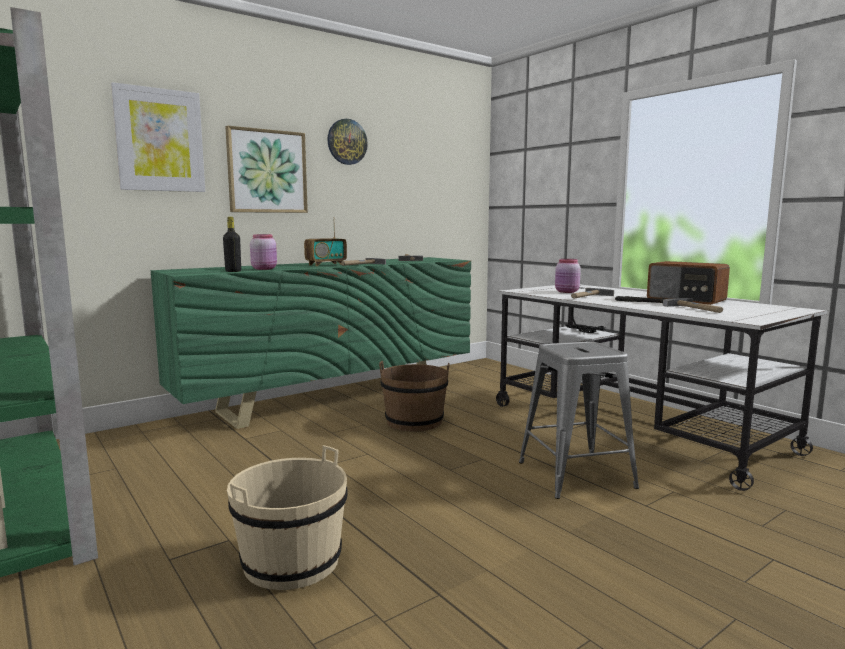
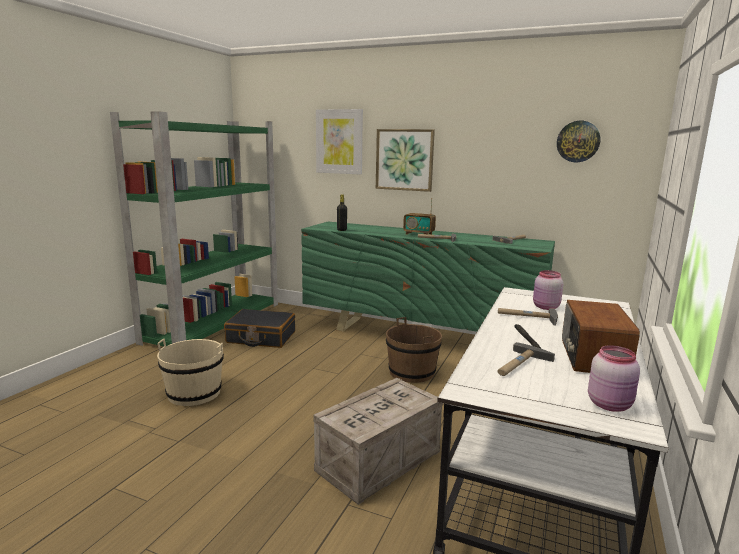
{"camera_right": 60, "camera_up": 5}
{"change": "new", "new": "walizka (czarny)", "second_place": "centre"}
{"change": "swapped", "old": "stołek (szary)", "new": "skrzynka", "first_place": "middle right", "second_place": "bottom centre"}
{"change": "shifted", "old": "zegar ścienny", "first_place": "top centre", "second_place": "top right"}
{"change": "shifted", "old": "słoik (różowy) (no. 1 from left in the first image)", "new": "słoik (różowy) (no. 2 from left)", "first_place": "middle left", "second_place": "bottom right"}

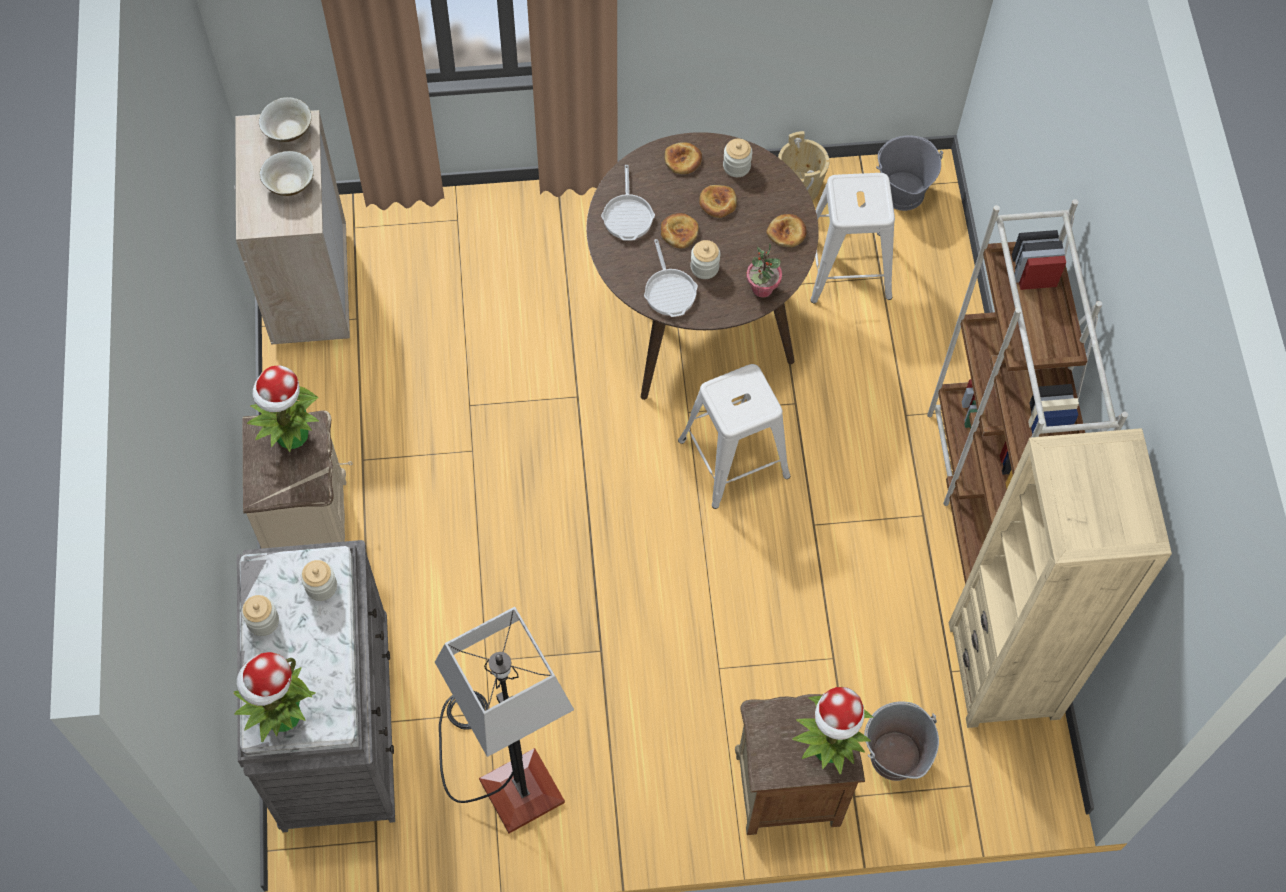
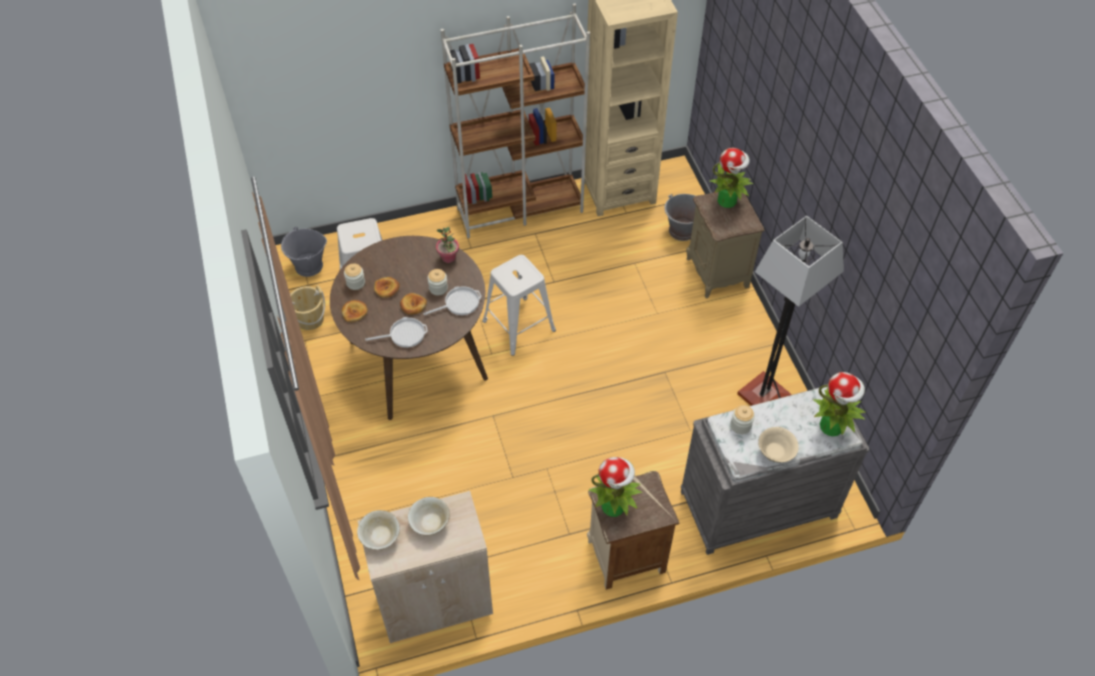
{"camera_right": -100, "camera_up": -10}
{"change": "swapped", "old": "słoik (no. 1 from left)", "new": "miska (beżowy) (no. 3 from left)", "first_place": "bottom left", "second_place": "middle right"}
{"change": "gone", "old": "chleb (no. 4 from left)", "first_place": "top centre"}

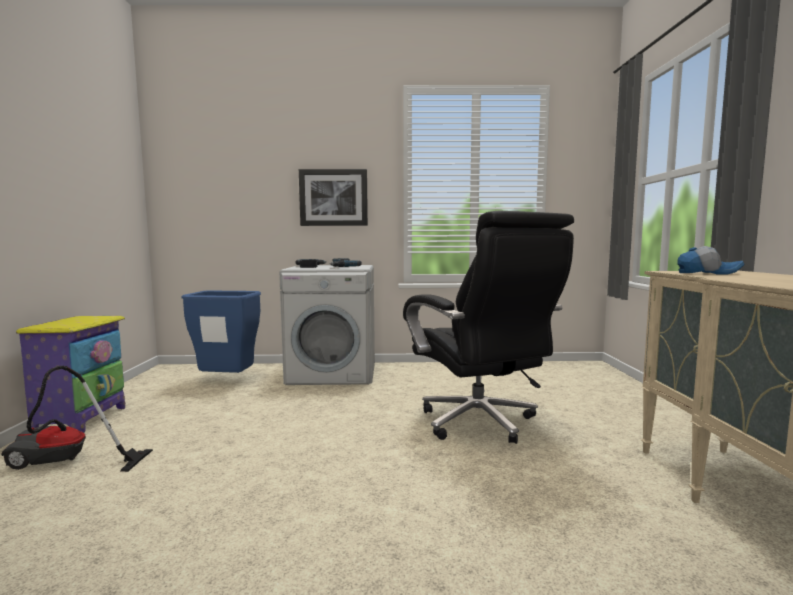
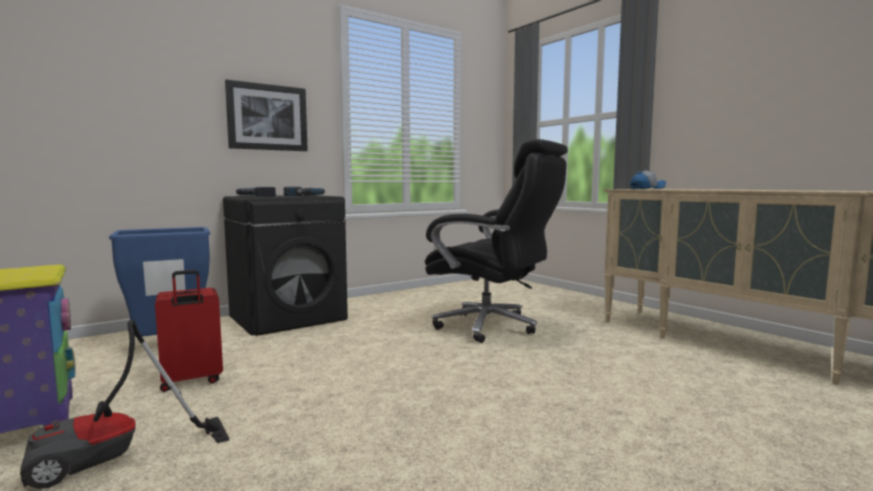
{"camera_right": -35, "camera_up": 0}
{"change": "new", "new": "walizka (czerwony)", "second_place": "bottom left"}
{"change": "repainted", "old": "pralka (biały)", "new": "pralka (czarny)", "first_place": "centre", "second_place": "middle left"}

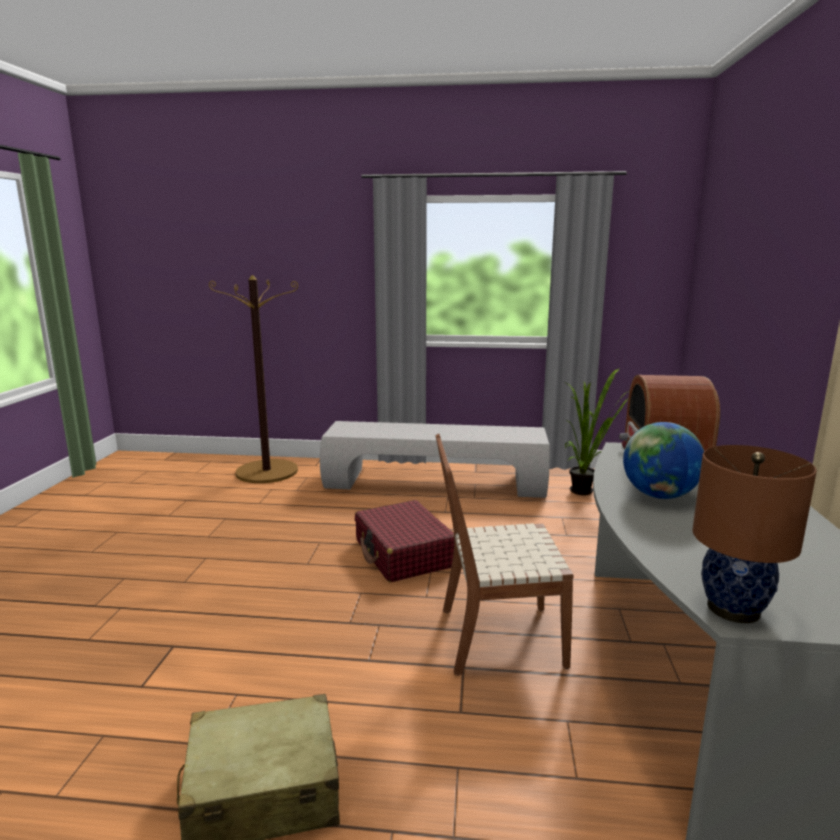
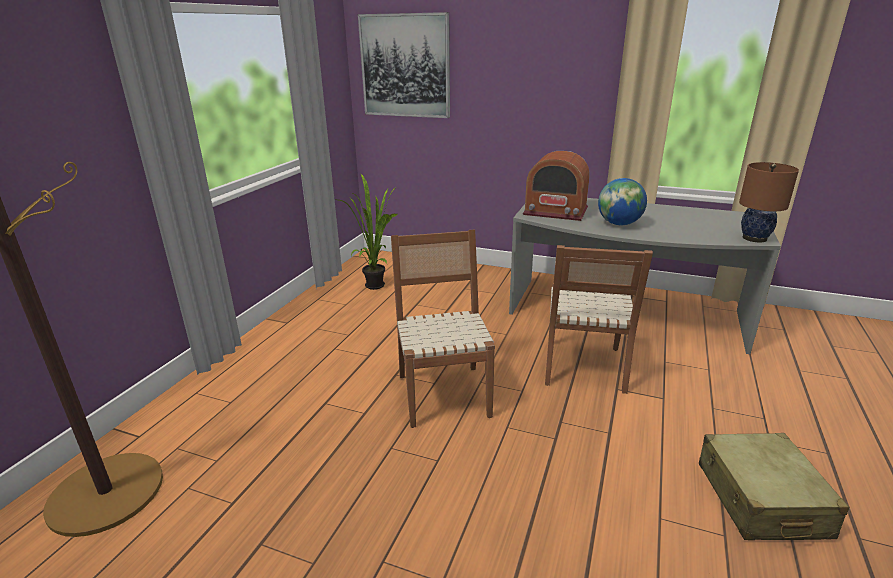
{"camera_right": -75, "camera_up": 10}
{"change": "new", "new": "obraz", "second_place": "top centre"}
{"change": "swapped", "old": "walizka (czerwony)", "new": "krzesło (no. 1 from left)", "first_place": "centre", "second_place": "centre"}
{"change": "gone", "old": "ławka (szary)", "first_place": "centre"}

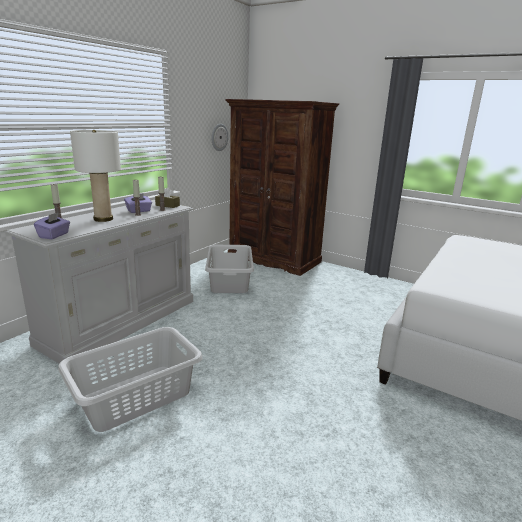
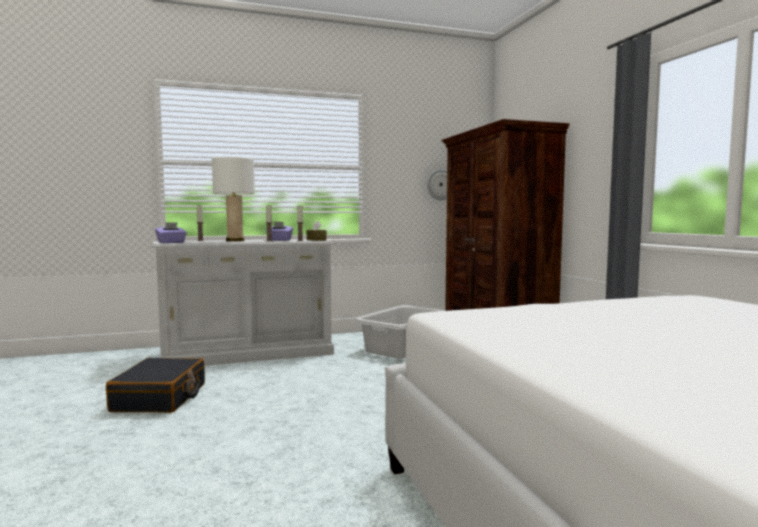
{"camera_right": 40, "camera_up": -15}
{"change": "swapped", "old": "kosz na pranie (szary) (no. 1 from left)", "new": "walizka (czarny)", "first_place": "bottom left", "second_place": "bottom left"}

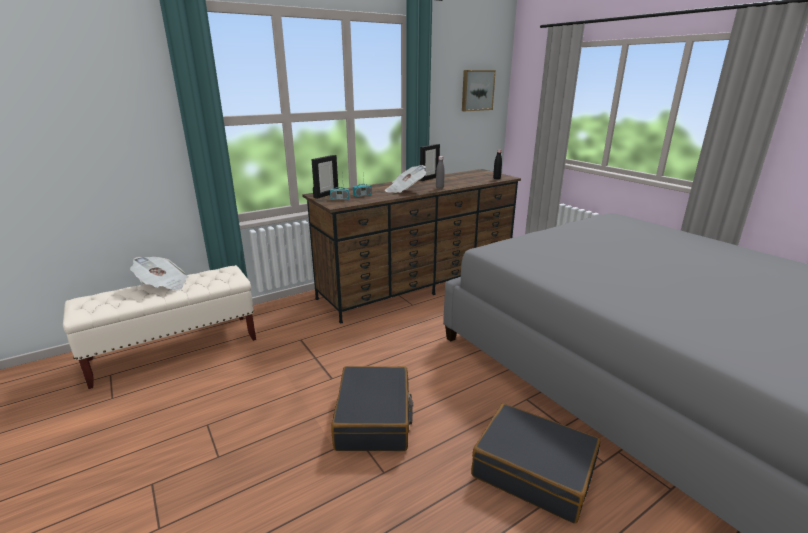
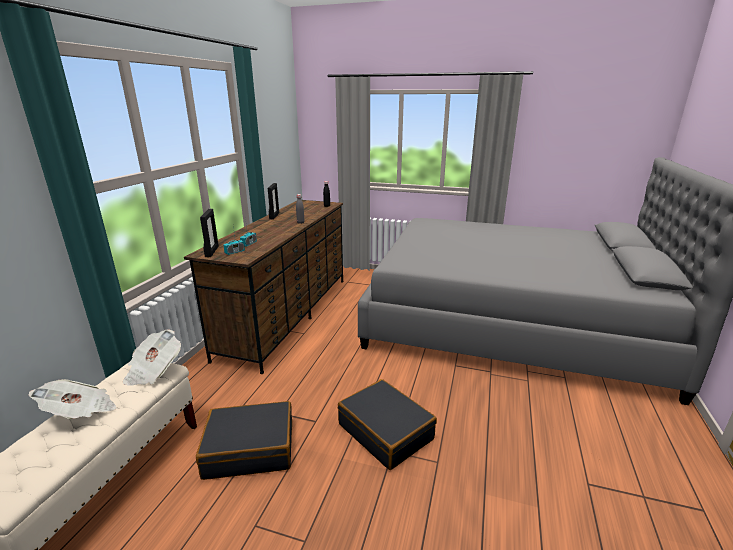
{"camera_right": -40, "camera_up": 0}
{"change": "shifted", "old": "gazeta (no. 2 from left)", "first_place": "centre", "second_place": "middle left"}
{"change": "shifted", "old": "walizka (czarny) (no. 2 from left in the first image)", "new": "walizka (czarny) (no. 1 from left)", "first_place": "bottom centre", "second_place": "bottom left"}
{"change": "gone", "old": "obraz", "first_place": "top centre"}

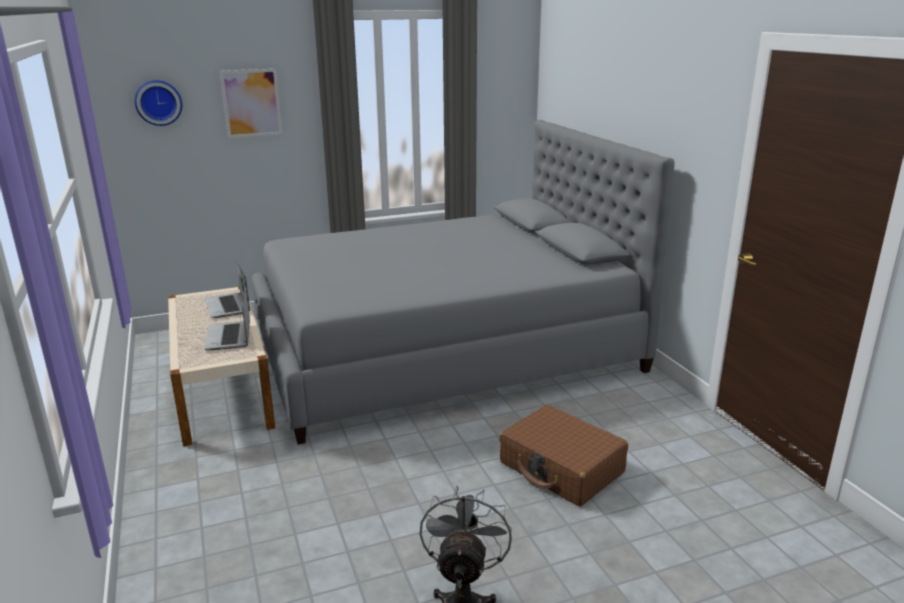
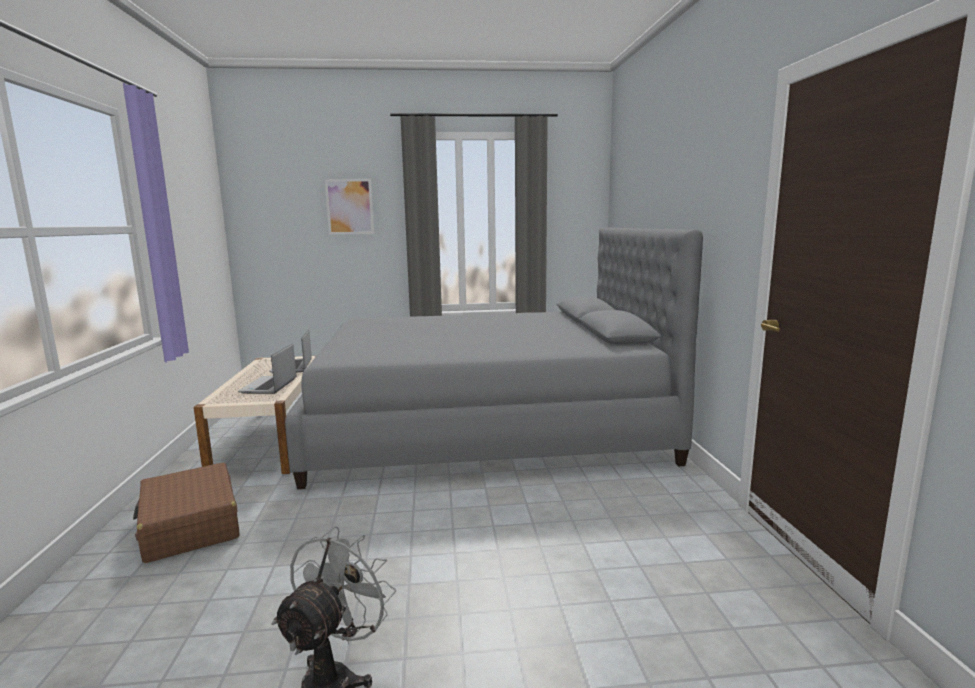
{"camera_right": 15, "camera_up": -10}
{"change": "shifted", "old": "walizka (brązowy)", "first_place": "bottom centre", "second_place": "bottom left"}
{"change": "gone", "old": "zegar ścienny", "first_place": "top left"}

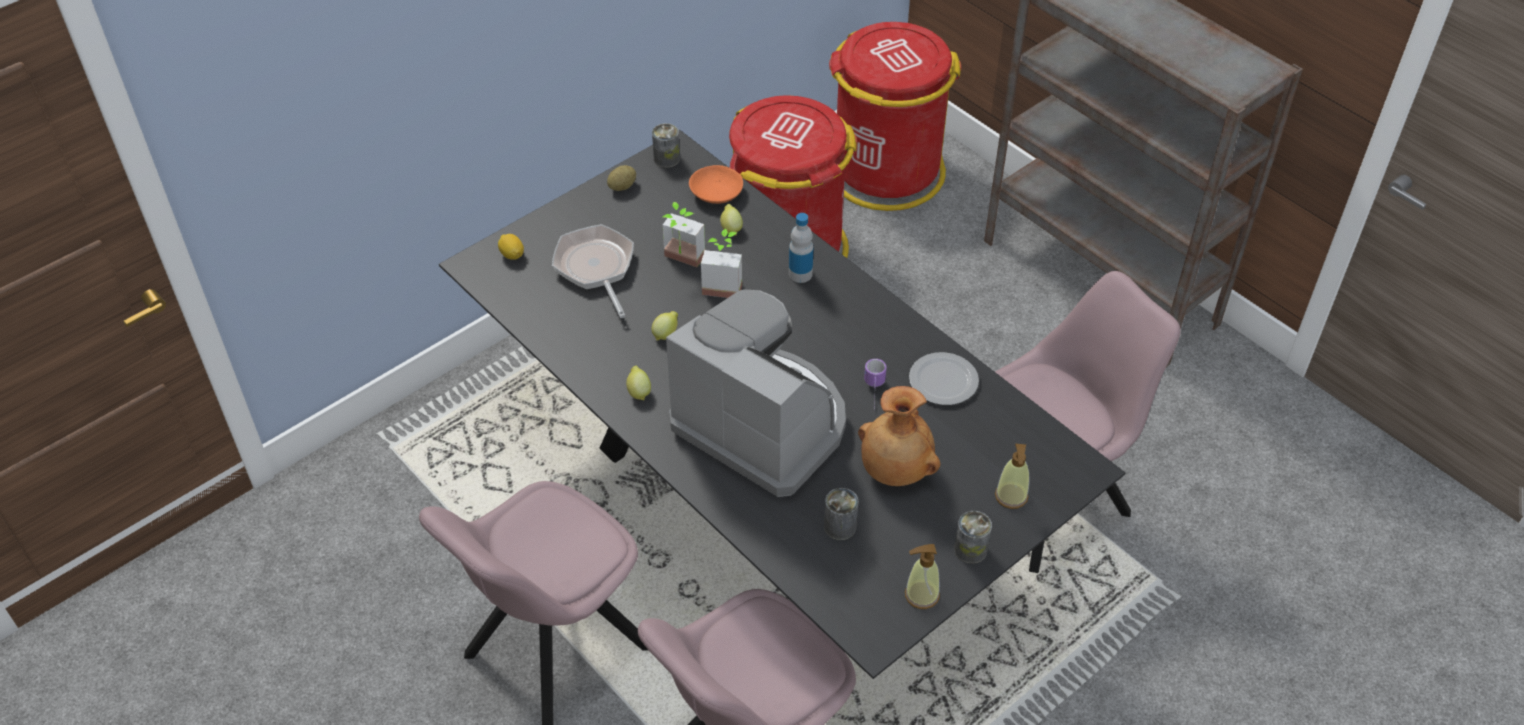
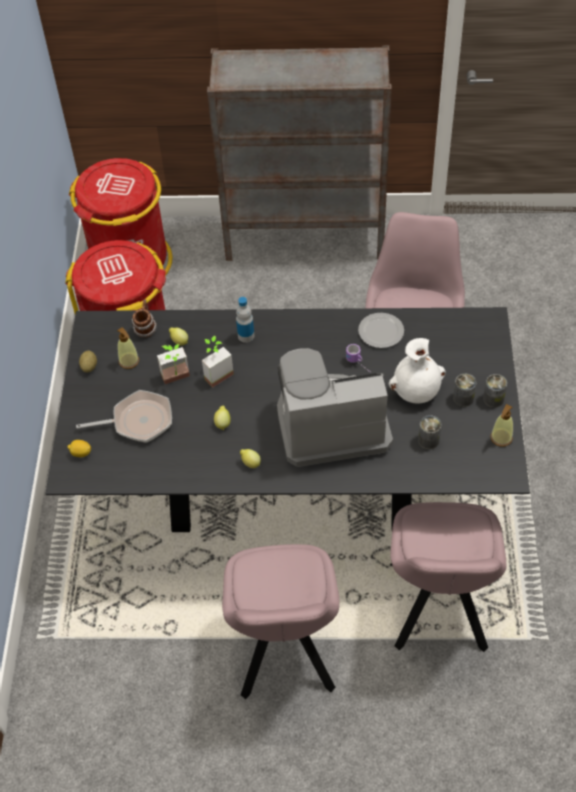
{"camera_right": -45, "camera_up": 5}
{"change": "rotated", "old": "patelnia", "first_place": "centre", "second_place": "middle left", "degrees": 150}
{"change": "shifted", "old": "dozownik mydła (no. 2 from left in the first image)", "new": "dozownik mydła (no. 1 from left)", "first_place": "centre", "second_place": "middle left"}
{"change": "swapped", "old": "miska (pomarańczowy)", "new": "kubek (no. 1 from left)", "first_place": "top centre", "second_place": "middle left"}
{"change": "repainted", "old": "wazon (brązowy)", "new": "wazon (biały)", "first_place": "centre", "second_place": "middle right"}
{"change": "shifted", "old": "puszka (no. 1 from left in the first image)", "new": "puszka (no. 2 from left)", "first_place": "top centre", "second_place": "middle right"}

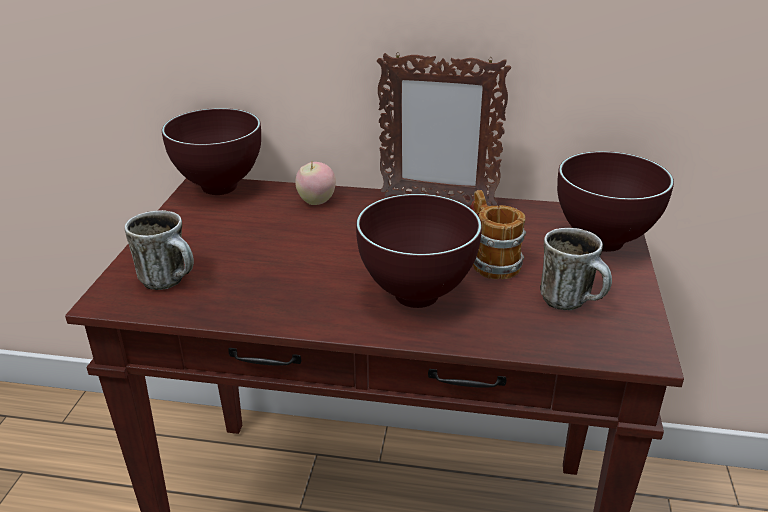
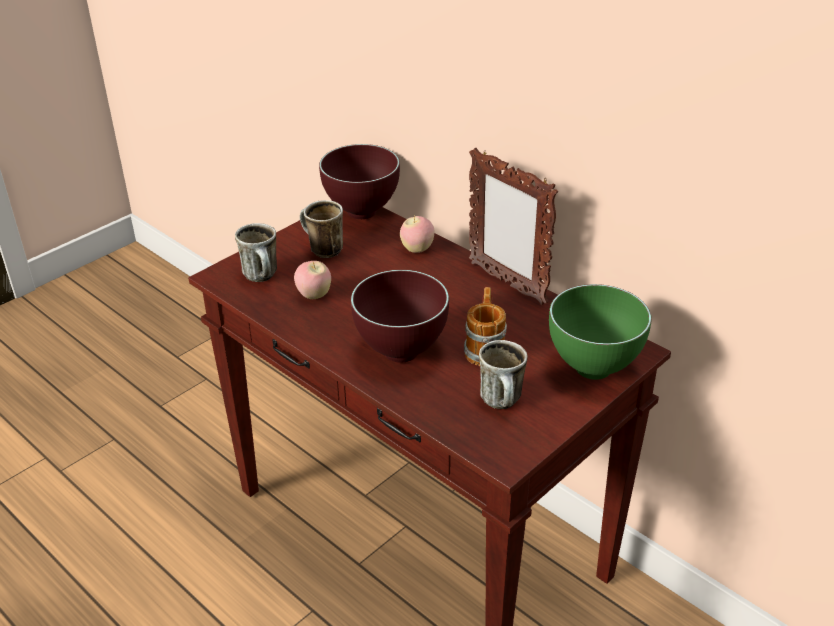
{"camera_right": 35, "camera_up": 5}
{"change": "new", "new": "jabłko (no. 1 from left)", "second_place": "centre"}
{"change": "new", "new": "kubek (no. 2 from left)", "second_place": "centre"}
{"change": "repainted", "old": "miska (brązowy) (no. 3 from left)", "new": "miska (zielony)", "first_place": "middle right", "second_place": "middle right"}

